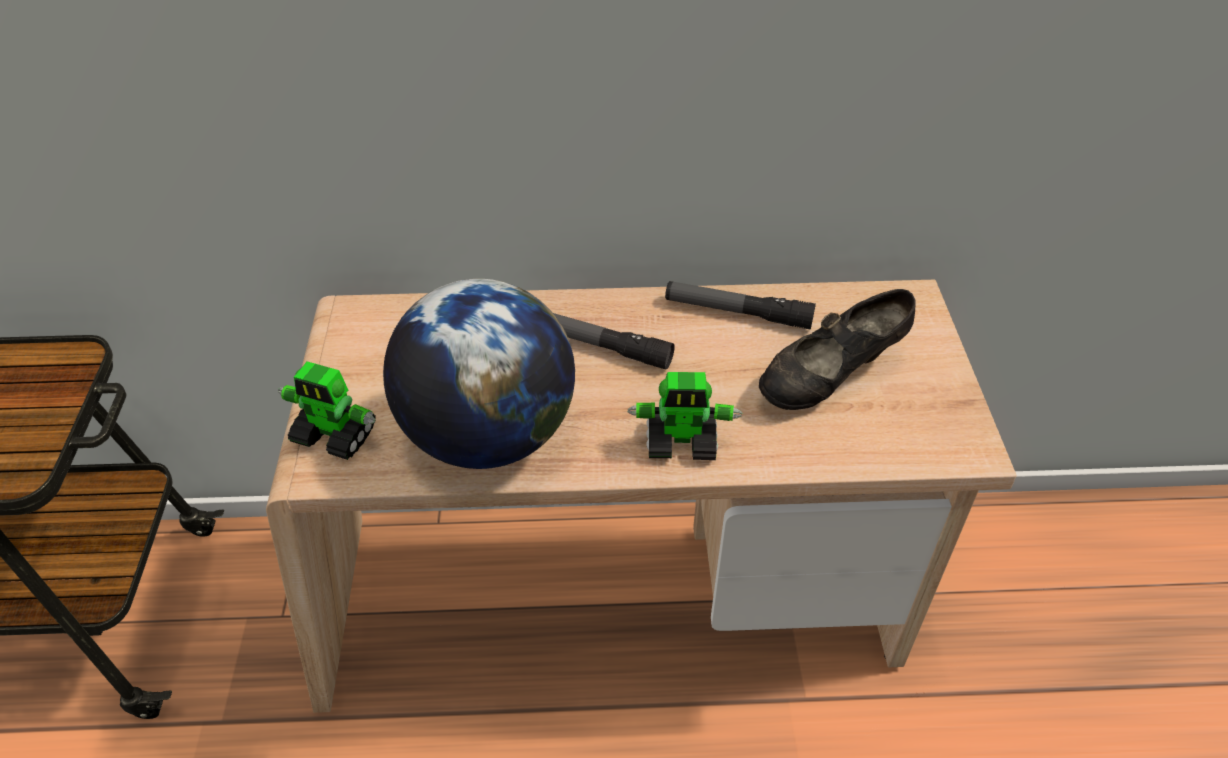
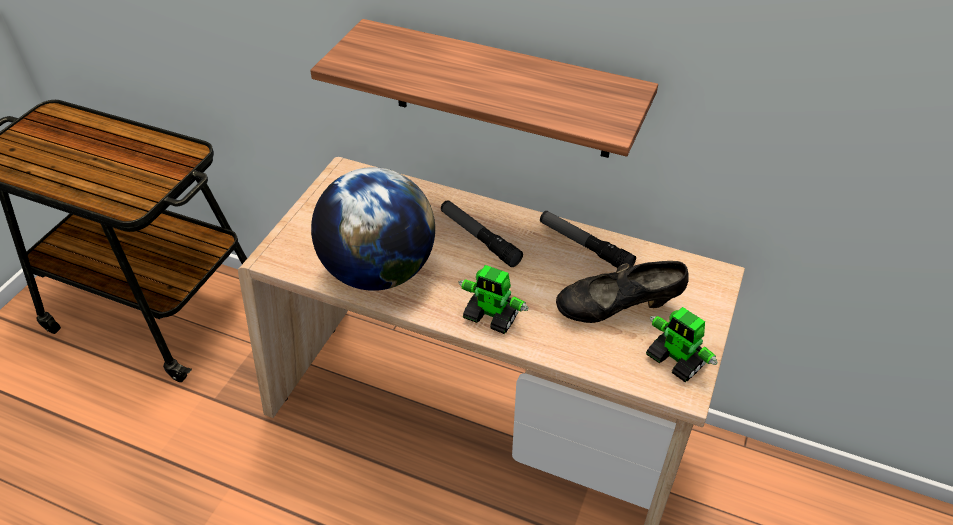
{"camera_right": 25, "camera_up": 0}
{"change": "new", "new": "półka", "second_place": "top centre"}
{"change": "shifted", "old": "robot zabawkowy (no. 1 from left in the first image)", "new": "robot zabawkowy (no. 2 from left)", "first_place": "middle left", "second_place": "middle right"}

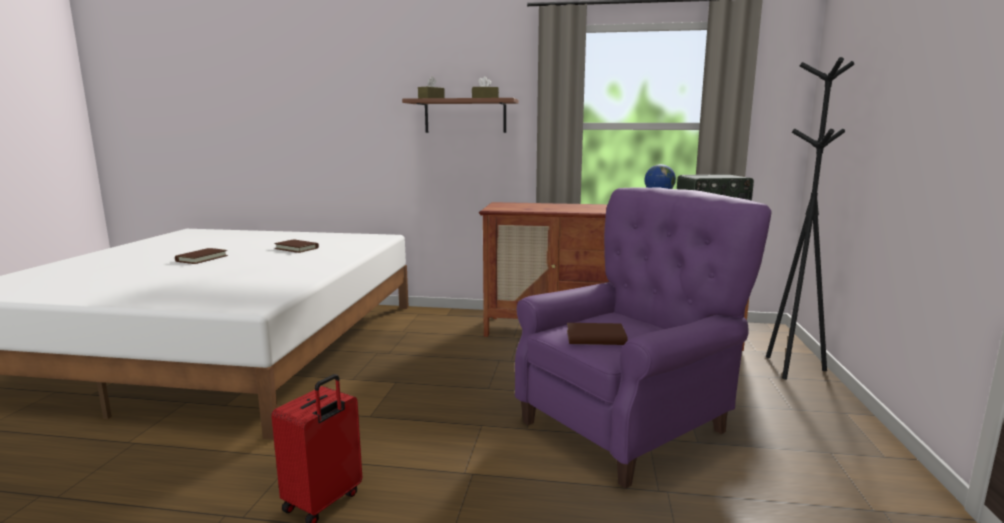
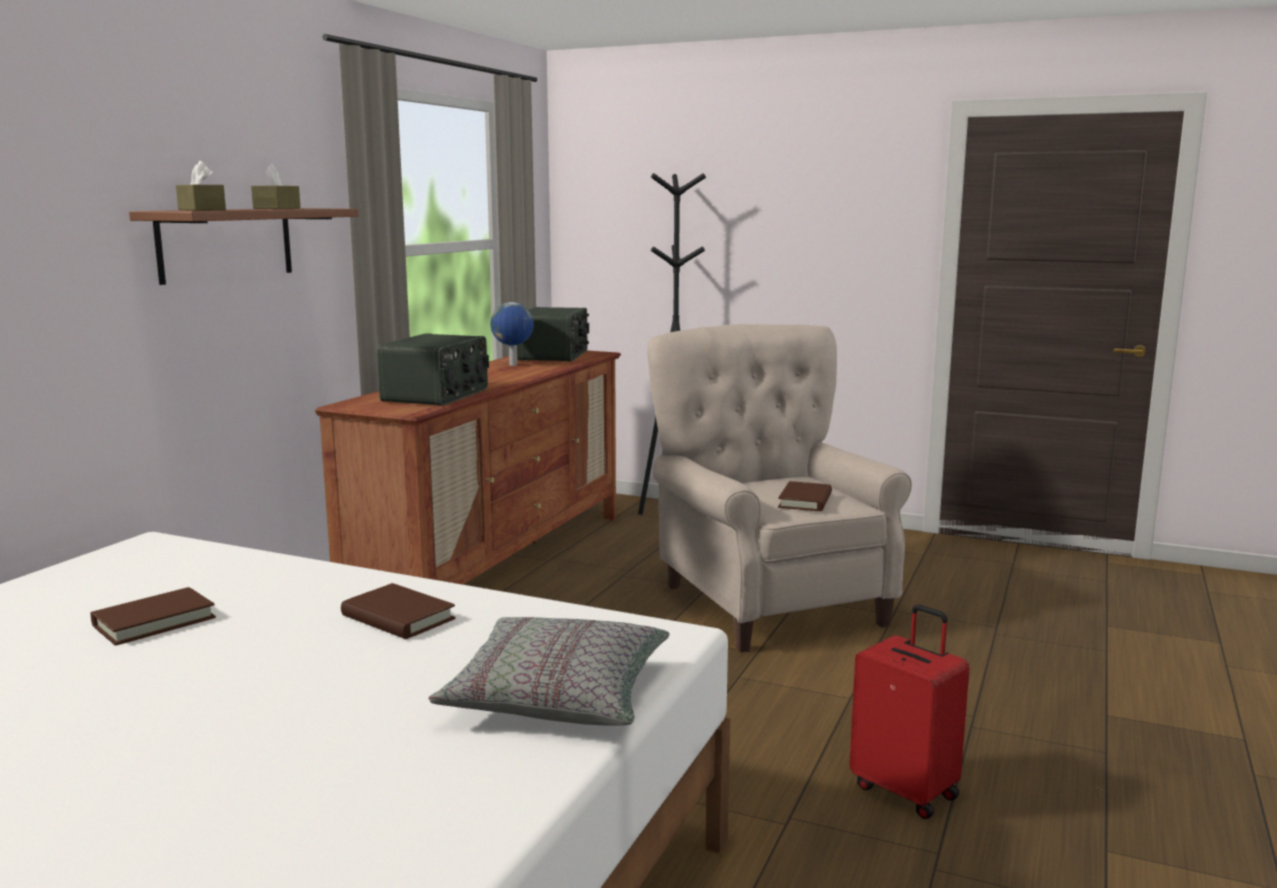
{"camera_right": -75, "camera_up": 0}
{"change": "shifted", "old": "książka (brązowy) (no. 1 from left in the first image)", "new": "książka (brązowy) (no. 2 from left)", "first_place": "middle left", "second_place": "bottom left"}
{"change": "new", "new": "radio (no. 1 from left)", "second_place": "centre"}
{"change": "new", "new": "poduszka (szary)", "second_place": "bottom centre"}
{"change": "repainted", "old": "fotel (fioletowy)", "new": "fotel (beżowy)", "first_place": "centre", "second_place": "centre"}

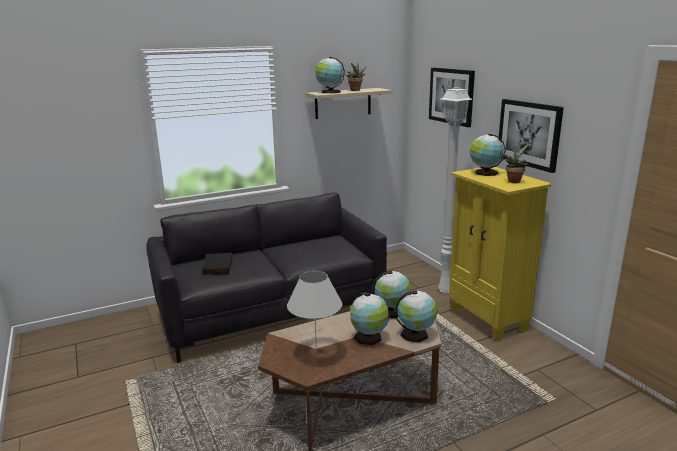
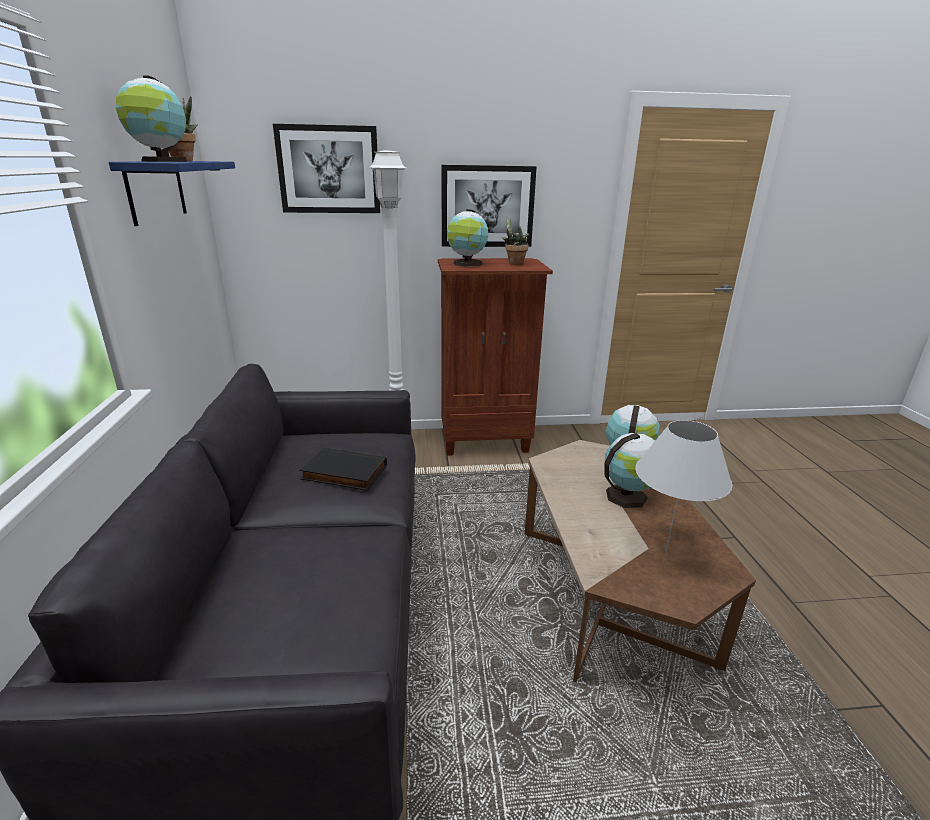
{"camera_right": -70, "camera_up": 5}
{"change": "repainted", "old": "półka (beżowy)", "new": "półka (niebieski)", "first_place": "top centre", "second_place": "top left"}
{"change": "shifted", "old": "książka (czarny)", "first_place": "middle left", "second_place": "centre"}
{"change": "repainted", "old": "szafka (żółty)", "new": "szafka (brązowy)", "first_place": "middle right", "second_place": "centre"}
{"change": "gone", "old": "globus (no. 3 from left)", "first_place": "centre"}

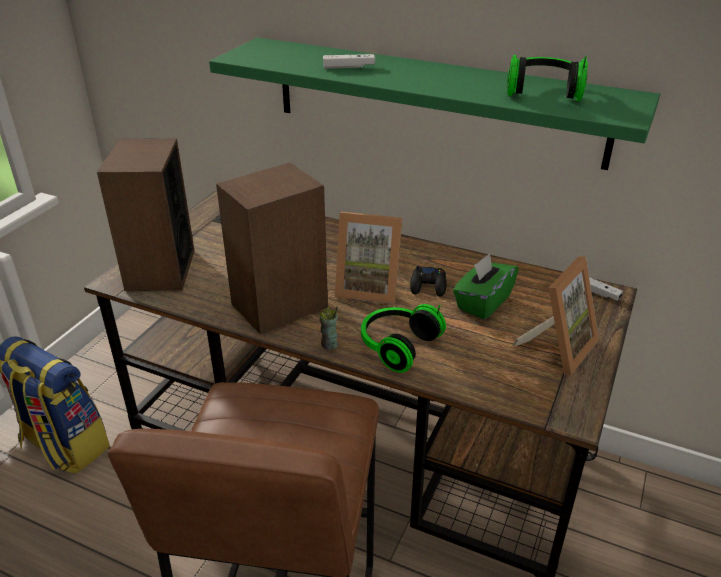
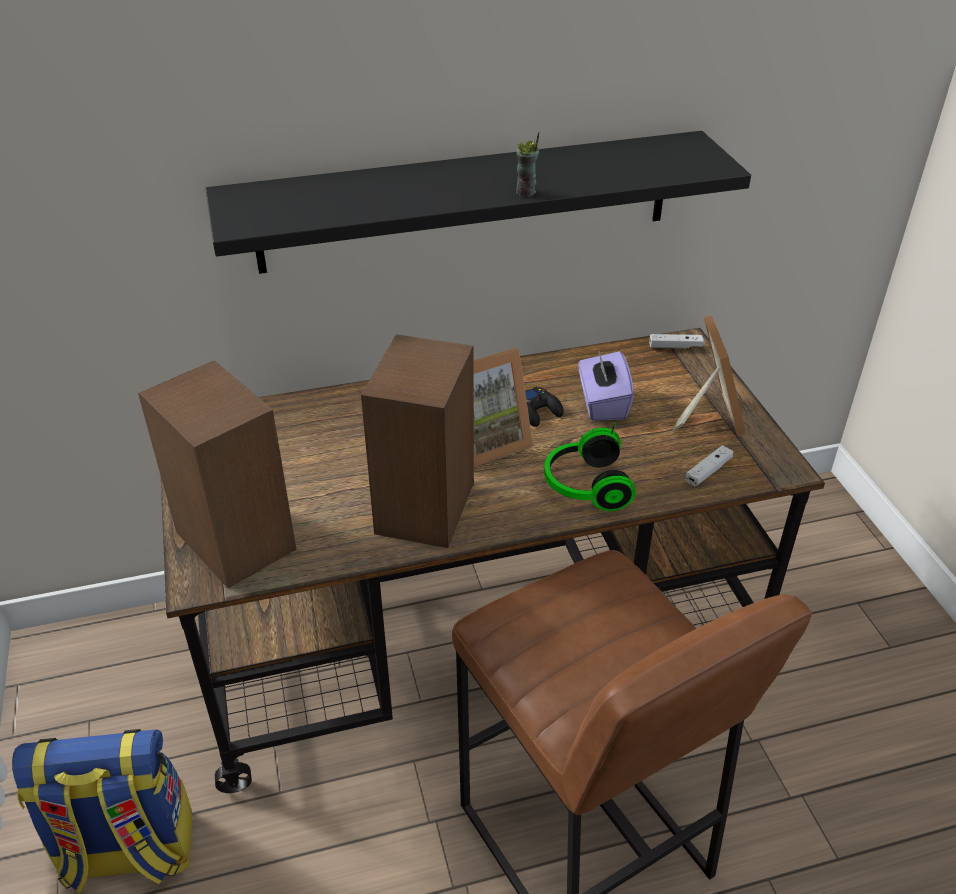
{"camera_right": -40, "camera_up": 5}
{"change": "repainted", "old": "półka (zielony)", "new": "półka (czarny)", "first_place": "top centre", "second_place": "top centre"}
{"change": "shifted", "old": "filiżanka", "first_place": "centre", "second_place": "top centre"}
{"change": "repainted", "old": "pudełko chusteczek (zielony)", "new": "pudełko chusteczek (fioletowy)", "first_place": "middle right", "second_place": "centre"}
{"change": "shifted", "old": "pad do gier (biały) (no. 1 from left in the first image)", "new": "pad do gier (biały) (no. 2 from left)", "first_place": "top centre", "second_place": "middle right"}
{"change": "gone", "old": "słuchawki (no. 2 from left)", "first_place": "top right"}

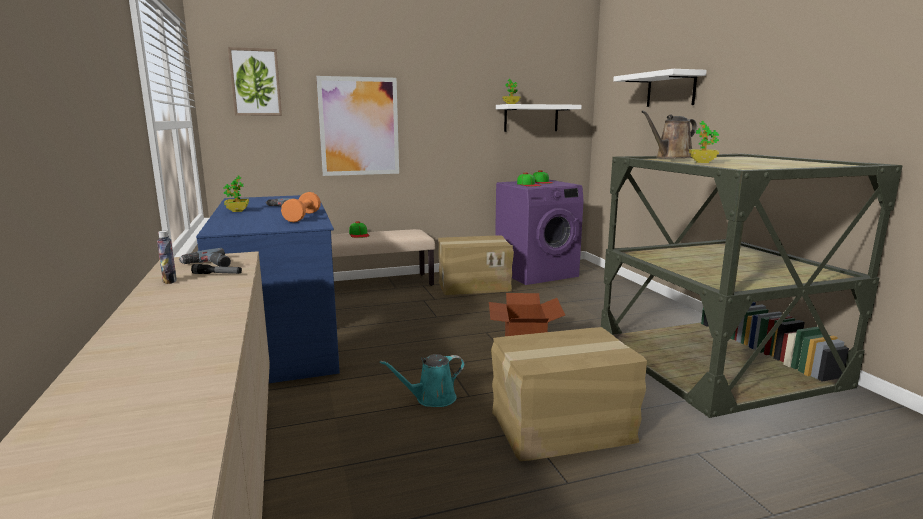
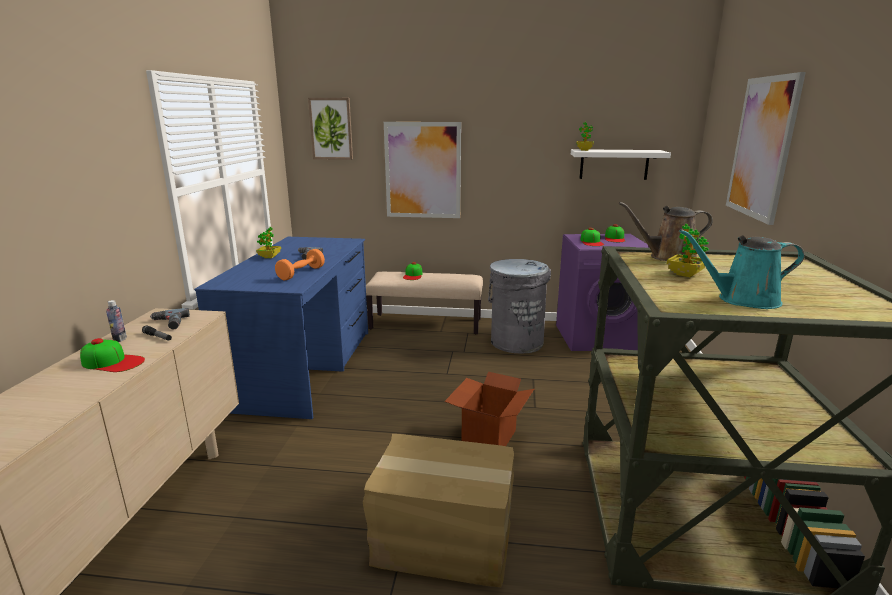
{"camera_right": 25, "camera_up": 5}
{"change": "new", "new": "czapka z daszkiem (no. 1 from left)", "second_place": "middle left"}
{"change": "swapped", "old": "karton (no. 1 from left)", "new": "kosz na śmieci (szary)", "first_place": "centre", "second_place": "centre"}
{"change": "shifted", "old": "konewka (turkusowy)", "first_place": "bottom centre", "second_place": "middle right"}
{"change": "swapped", "old": "półka (biały) (no. 2 from left)", "new": "obraz (no. 3 from left)", "first_place": "top right", "second_place": "top right"}

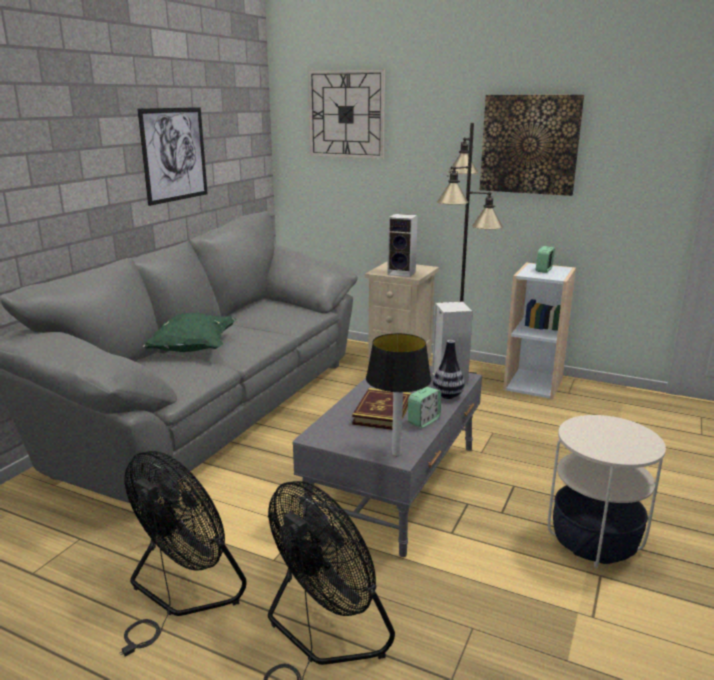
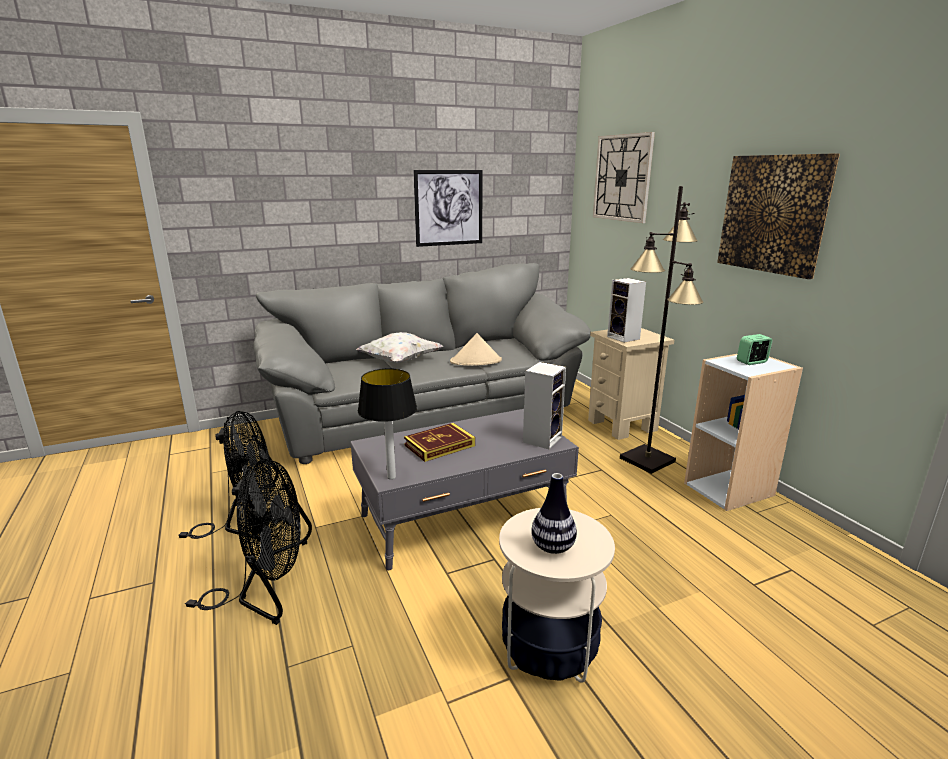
{"camera_right": 40, "camera_up": 0}
{"change": "repainted", "old": "poduszka (zielony)", "new": "poduszka (biały)", "first_place": "middle left", "second_place": "centre"}
{"change": "new", "new": "kapelusz (beżowy)", "second_place": "centre"}
{"change": "shifted", "old": "wazon", "first_place": "centre", "second_place": "bottom centre"}
{"change": "gone", "old": "budzik (no. 1 from left)", "first_place": "centre"}

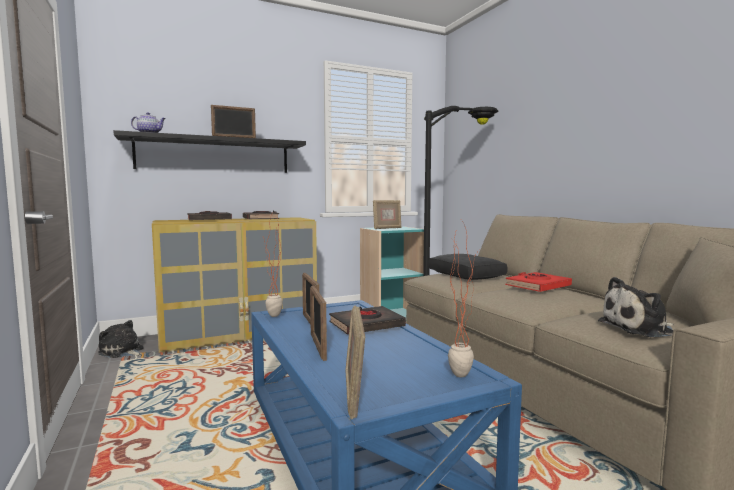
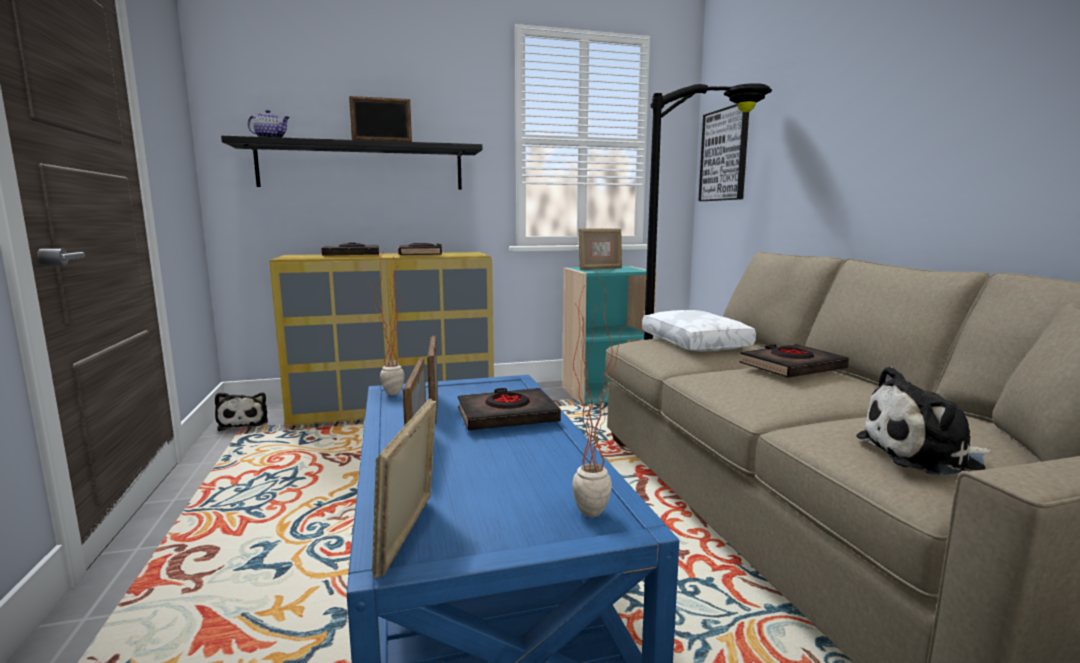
{"camera_right": 10, "camera_up": 5}
{"change": "rotated", "old": "pluszak (no. 1 from left)", "first_place": "bottom left", "second_place": "middle left", "degrees": -150}
{"change": "repainted", "old": "poduszka (czarny)", "new": "poduszka (biały)", "first_place": "centre", "second_place": "centre"}
{"change": "new", "new": "obraz", "second_place": "top right"}
{"change": "repainted", "old": "książka (czerwony)", "new": "książka (czarny) (no. 4 from left)", "first_place": "middle right", "second_place": "middle right"}

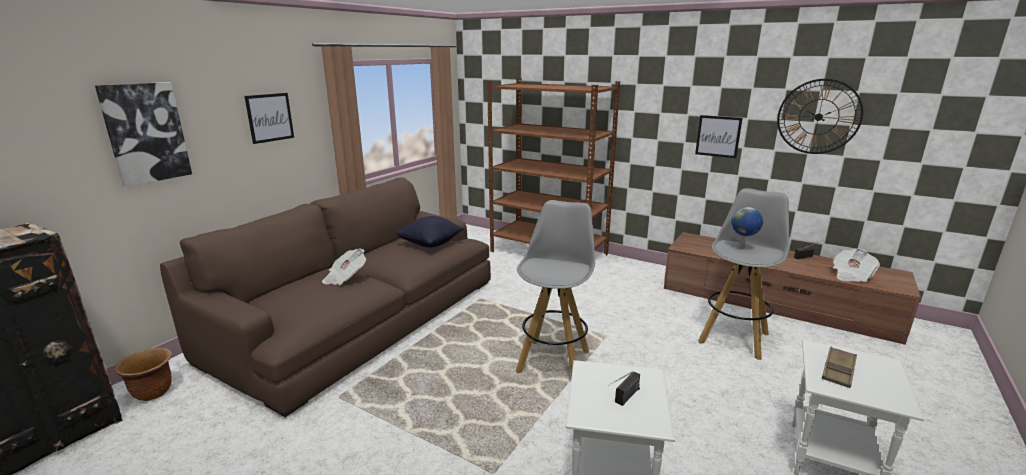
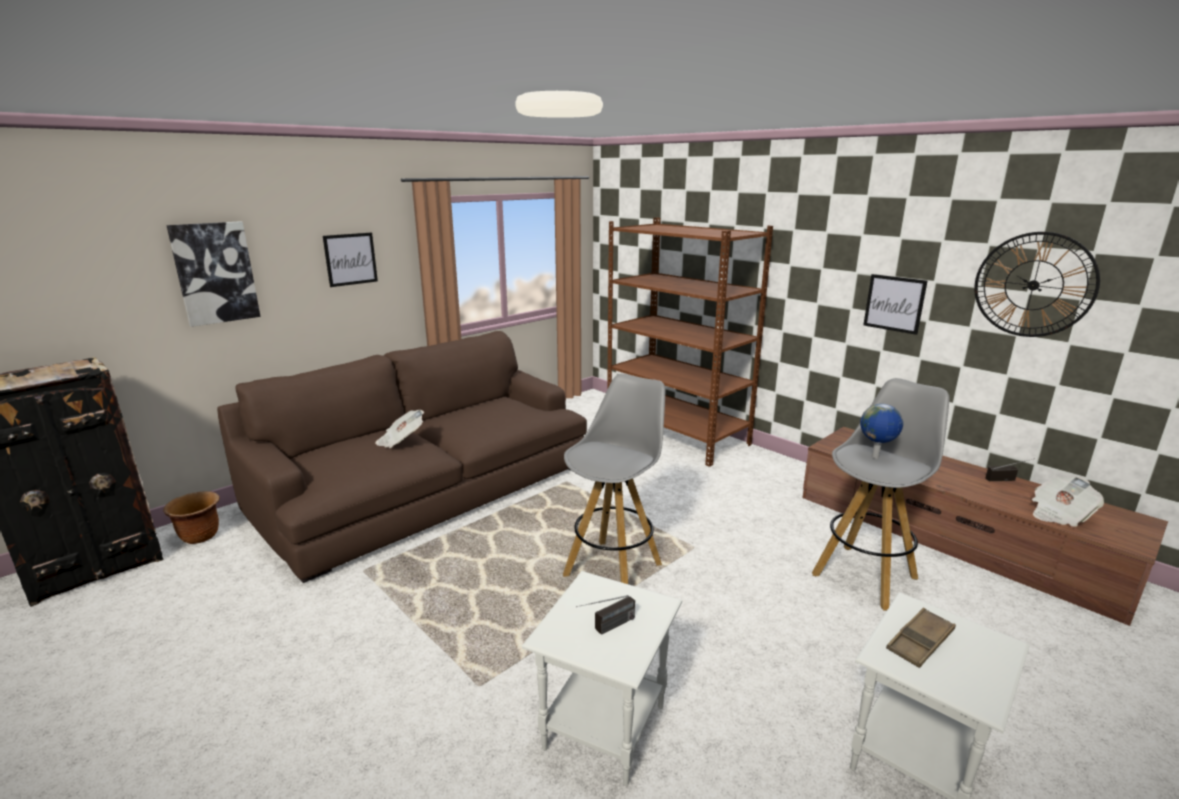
{"camera_right": 15, "camera_up": 0}
{"change": "gone", "old": "poduszka (czarny)", "first_place": "centre"}

